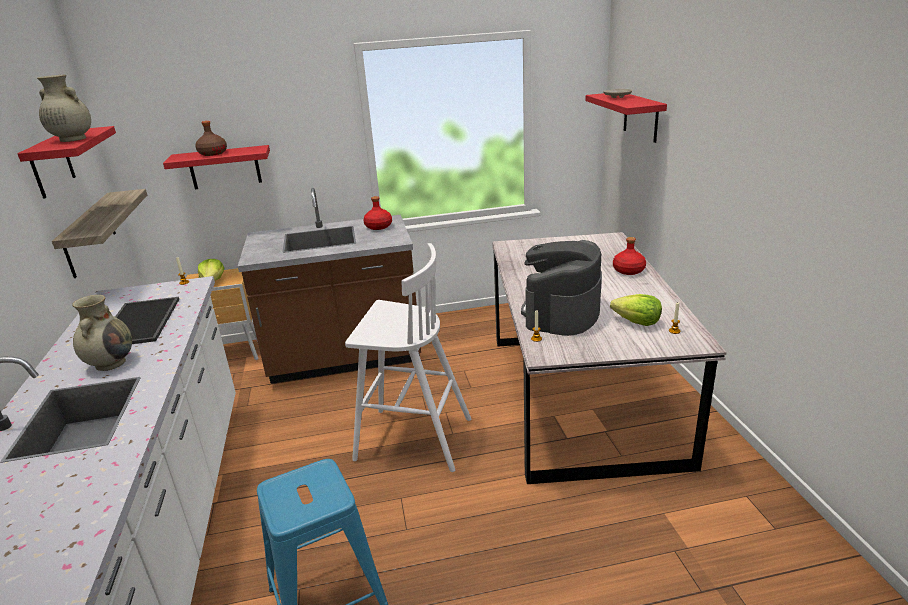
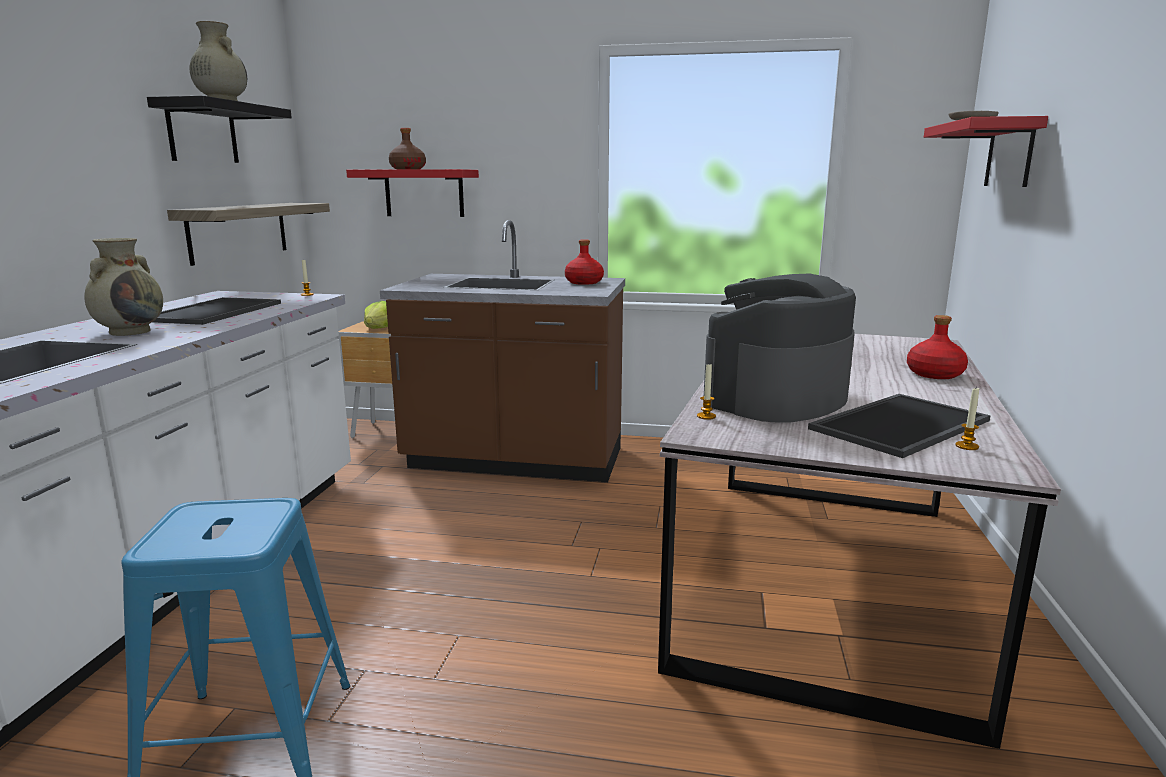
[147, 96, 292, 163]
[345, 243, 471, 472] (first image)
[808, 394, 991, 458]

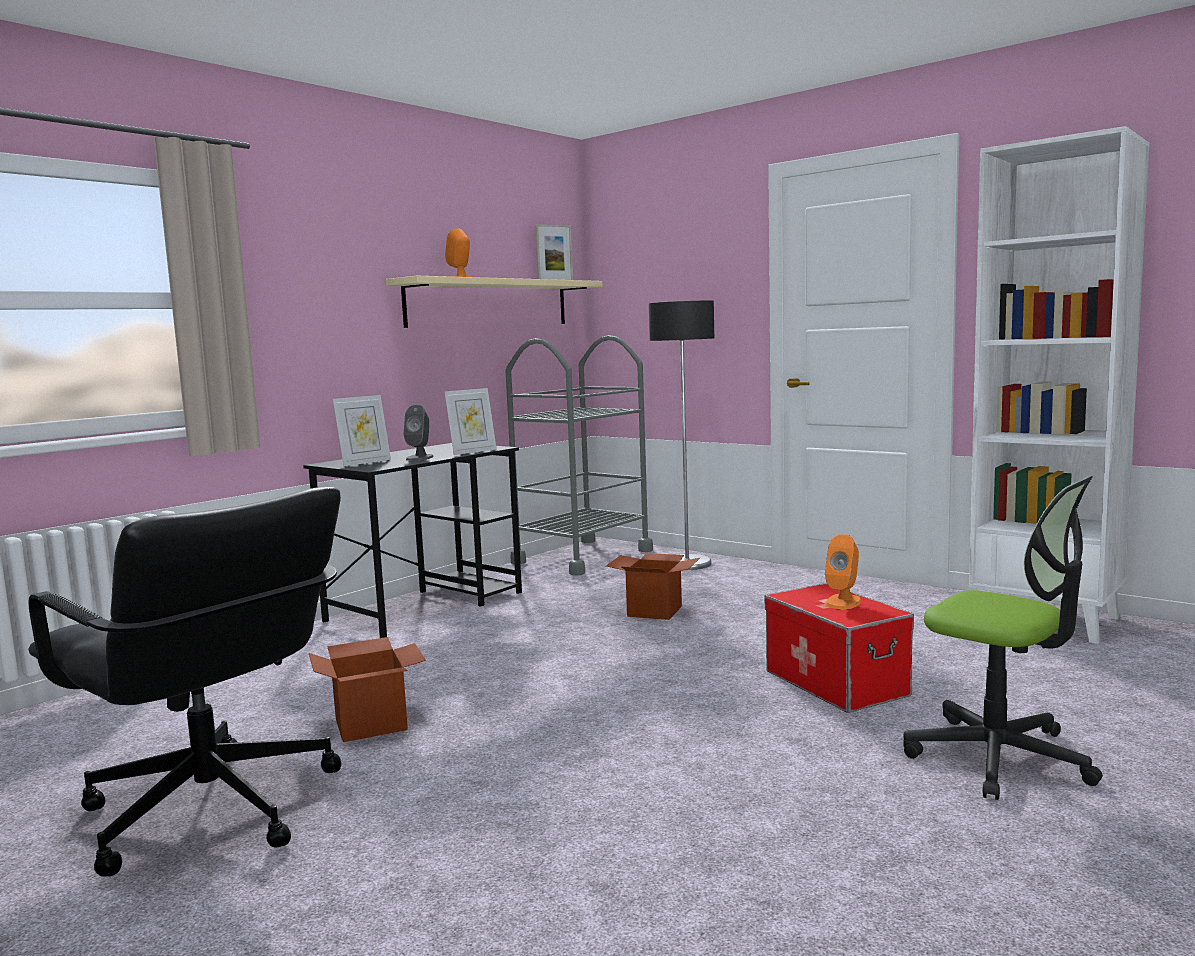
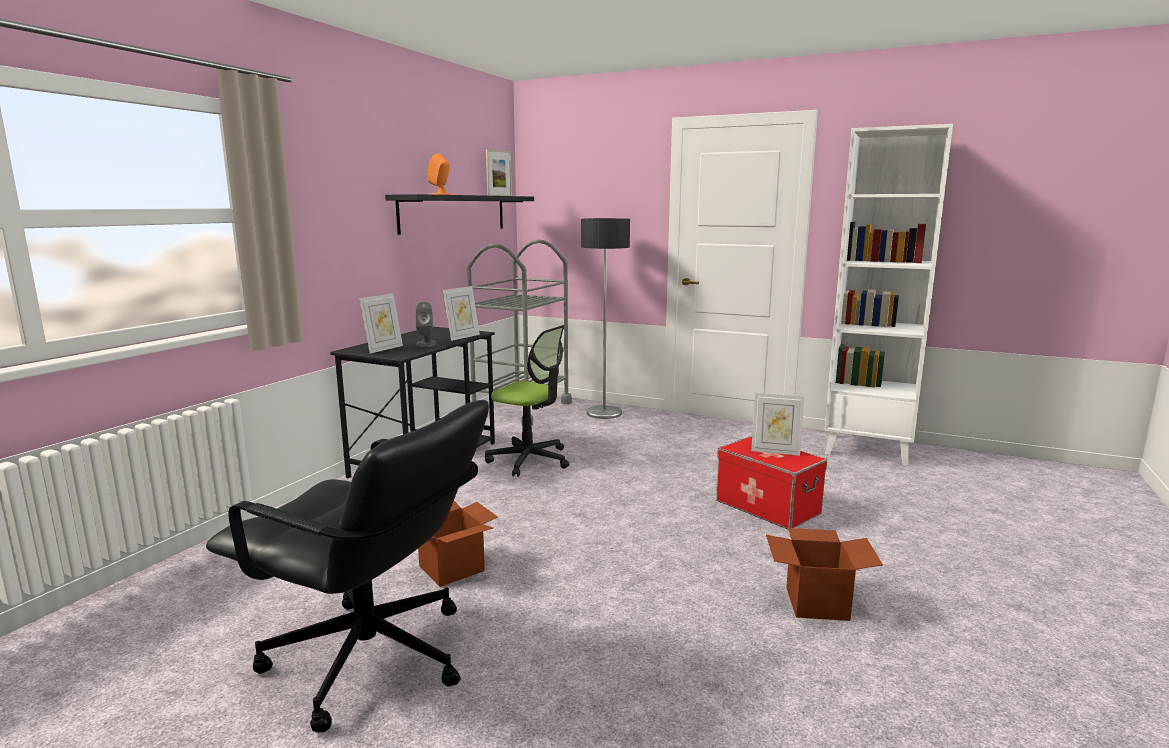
[385, 194, 534, 235]
[766, 528, 883, 621]
[751, 393, 804, 456]
[485, 325, 569, 477]

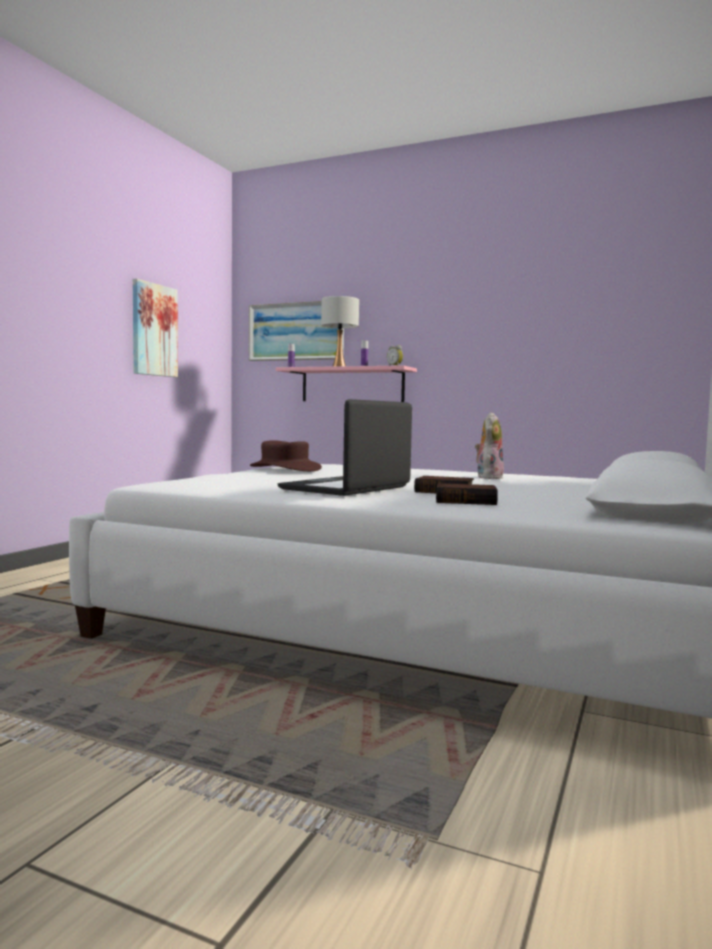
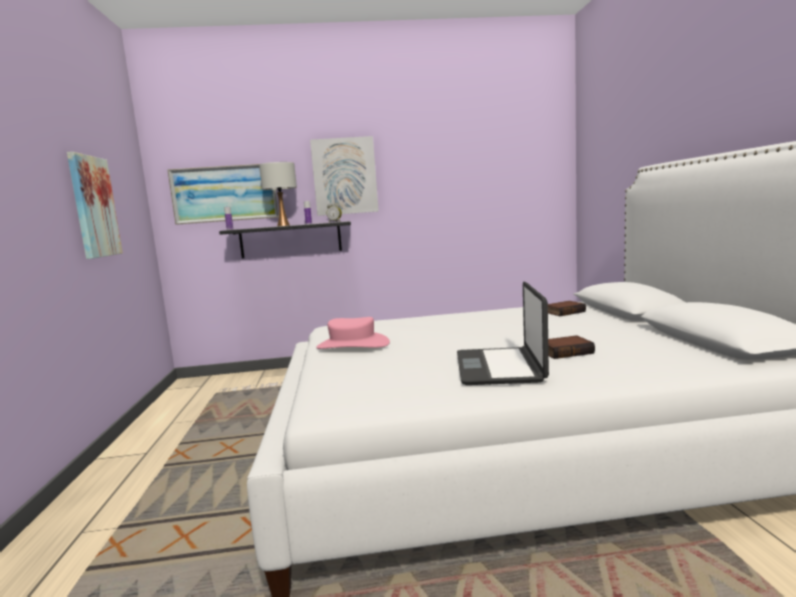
[316, 317, 390, 349]
[219, 221, 351, 258]
[548, 301, 586, 316]
[475, 412, 504, 479] (first image)
[310, 136, 379, 216]

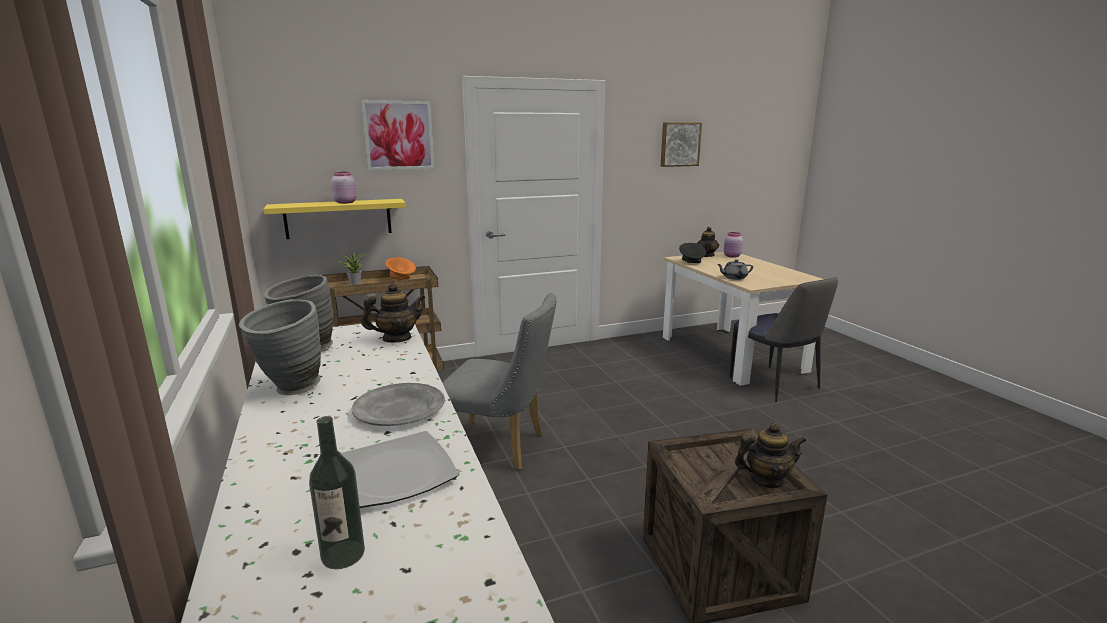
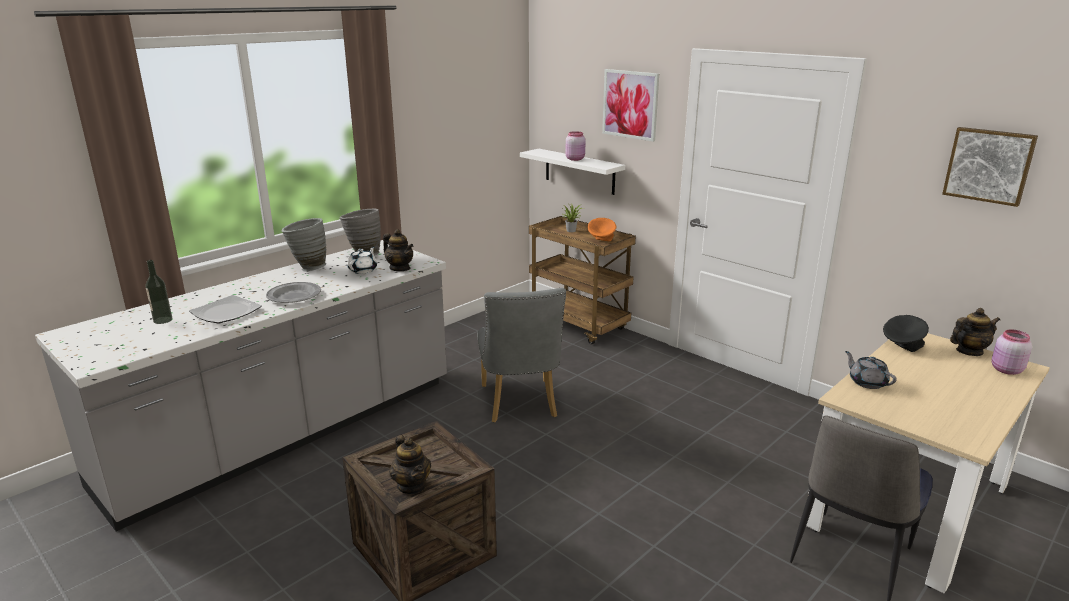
[520, 149, 625, 195]
[347, 246, 377, 274]

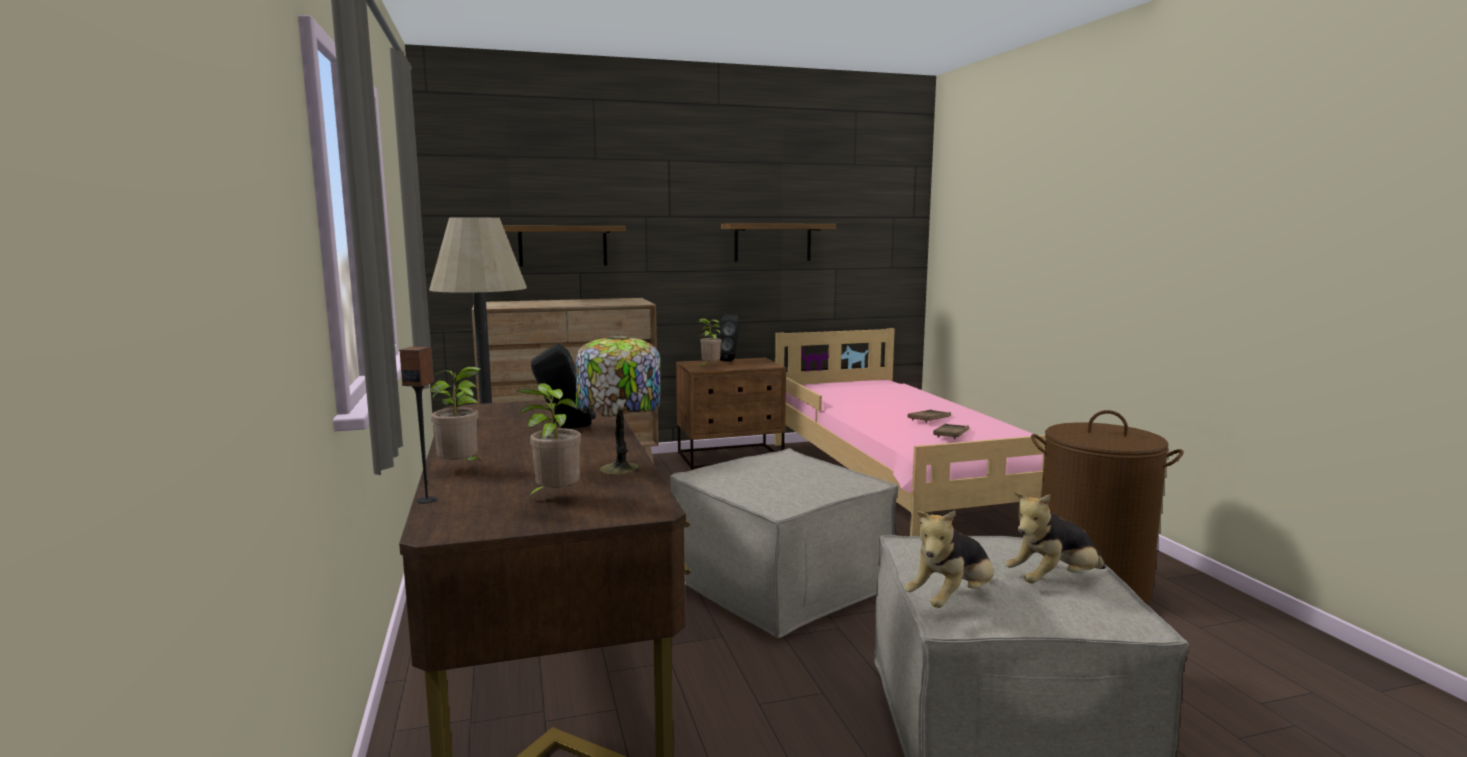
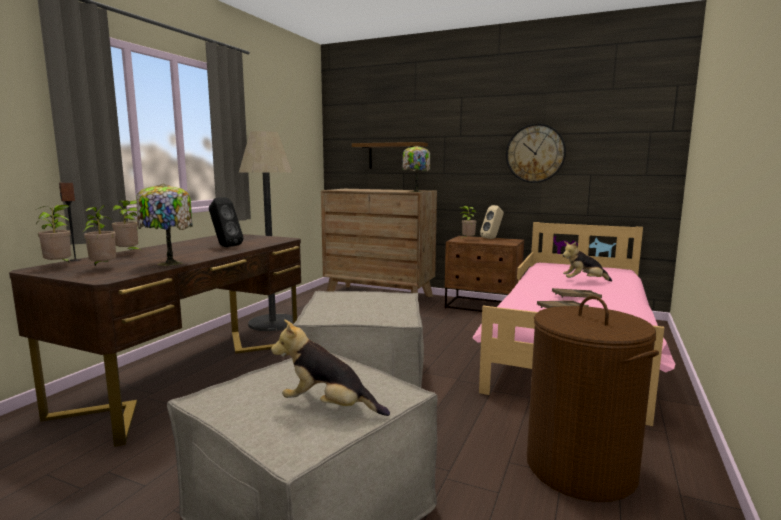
[480, 205, 504, 239]
[506, 124, 566, 183]
[562, 241, 612, 281]
[36, 205, 71, 263]
[402, 146, 430, 192]

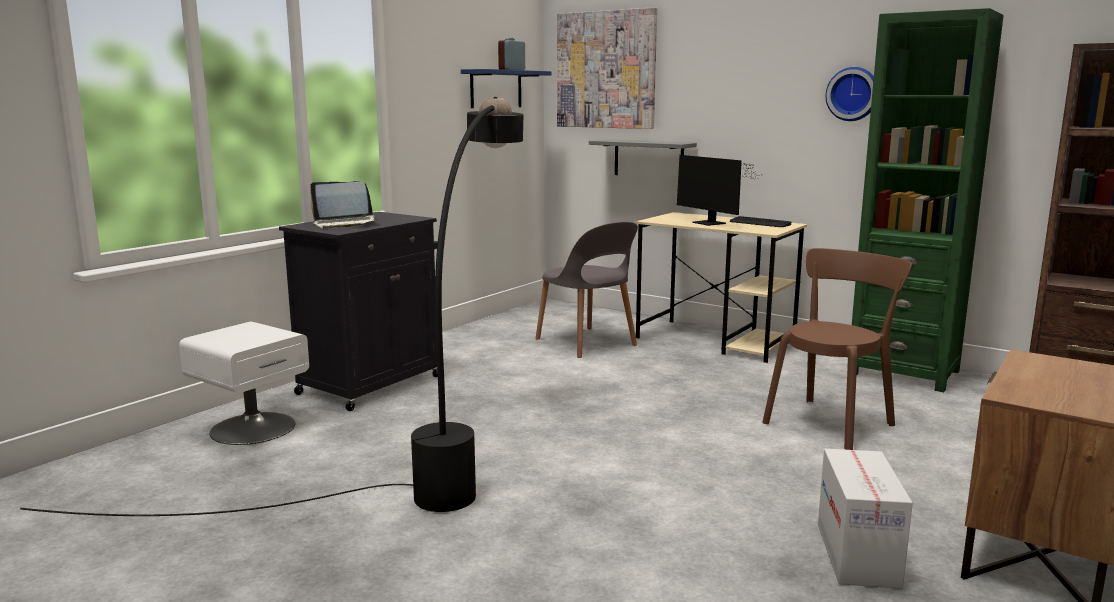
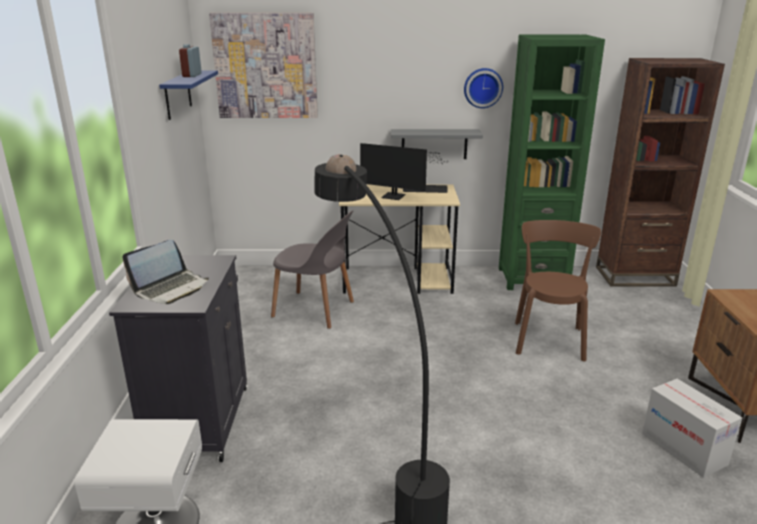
[391, 129, 483, 159]

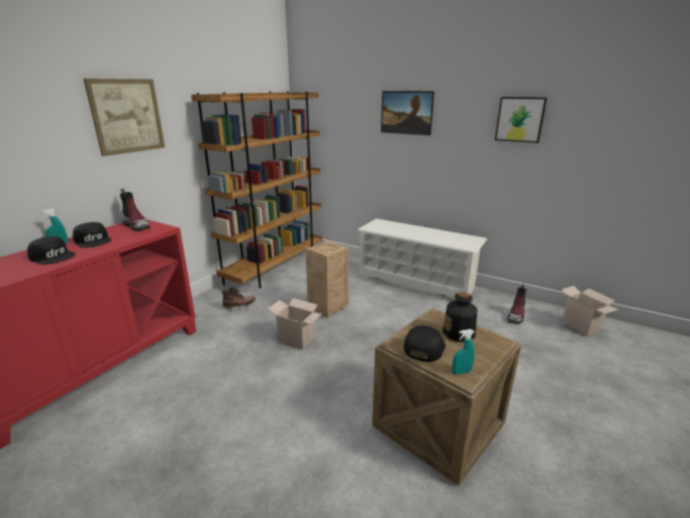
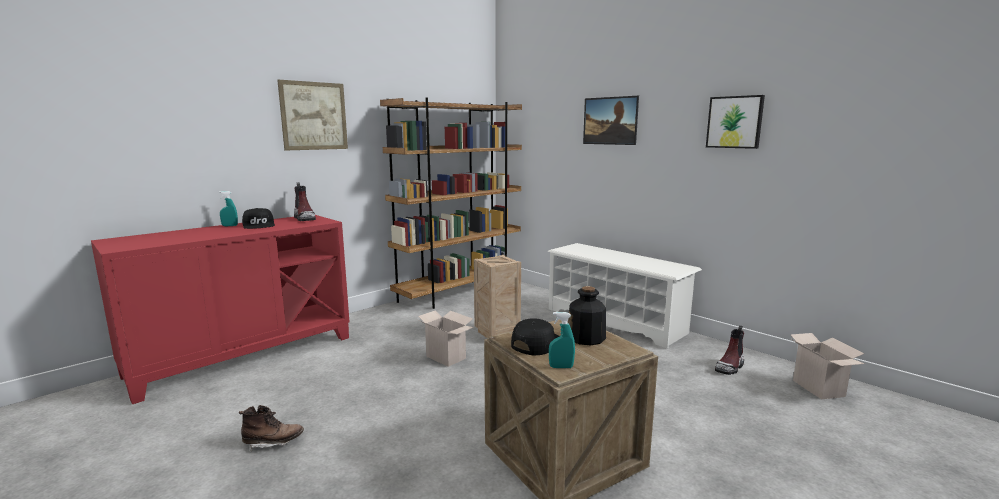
[27, 236, 75, 264] (first image)
[239, 405, 304, 451]

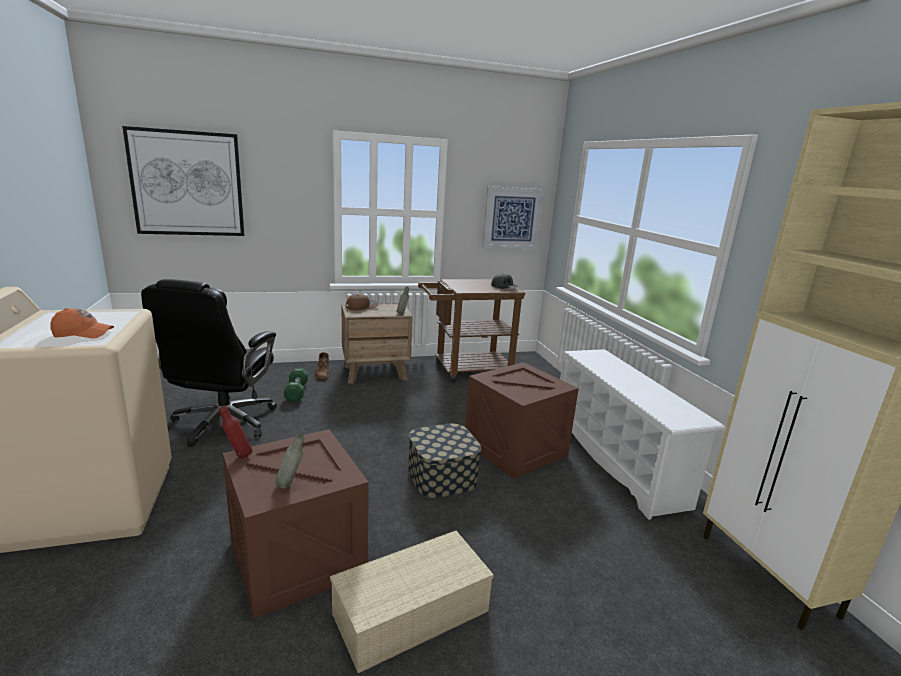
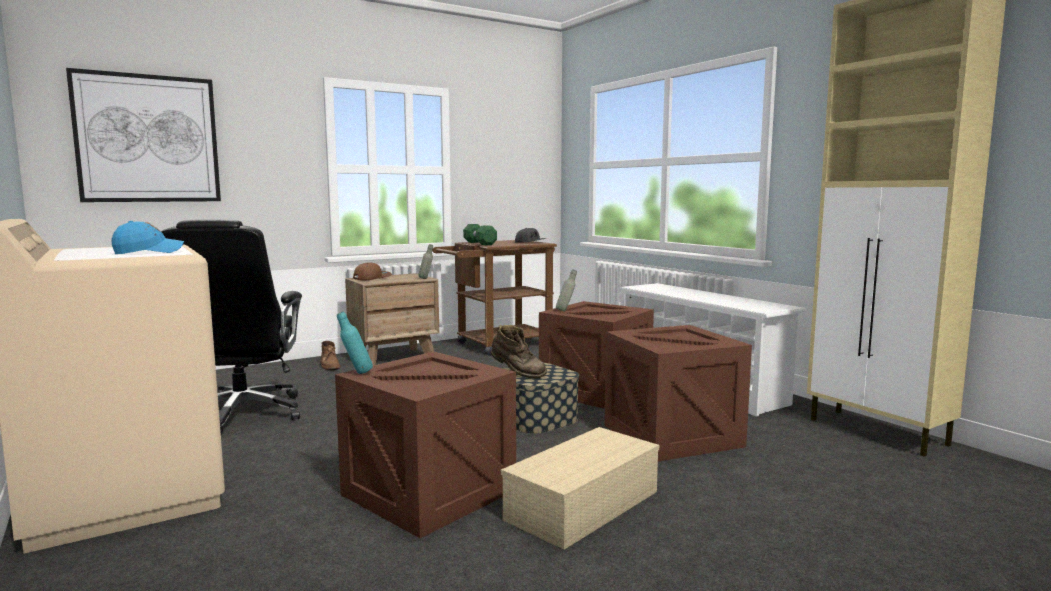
[112, 221, 184, 254]
[337, 312, 373, 374]
[556, 269, 577, 312]
[463, 224, 497, 245]
[482, 186, 544, 249] (first image)
[491, 325, 547, 379]
[604, 325, 752, 461]

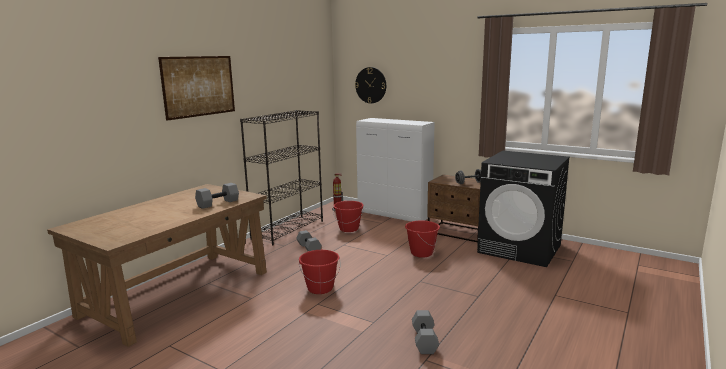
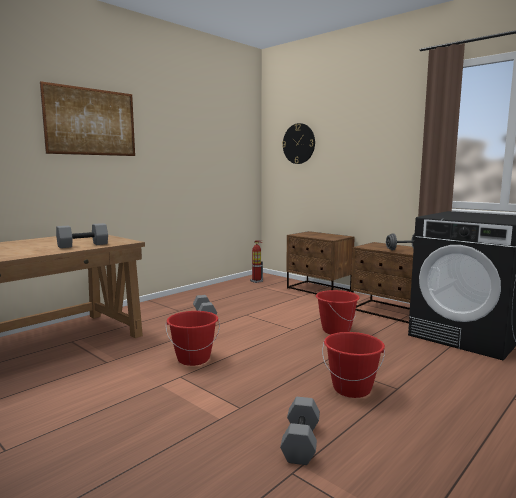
[240, 110, 323, 245] (first image)
[322, 332, 385, 398]
[286, 231, 355, 294]

